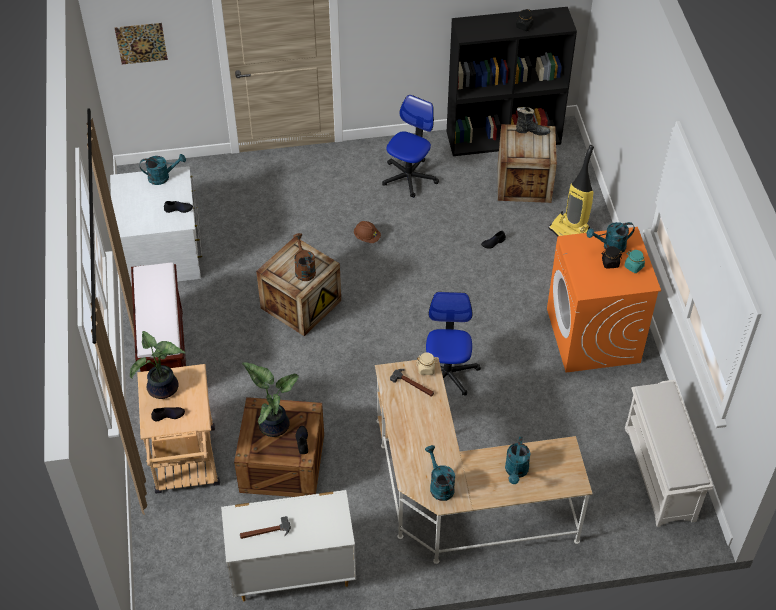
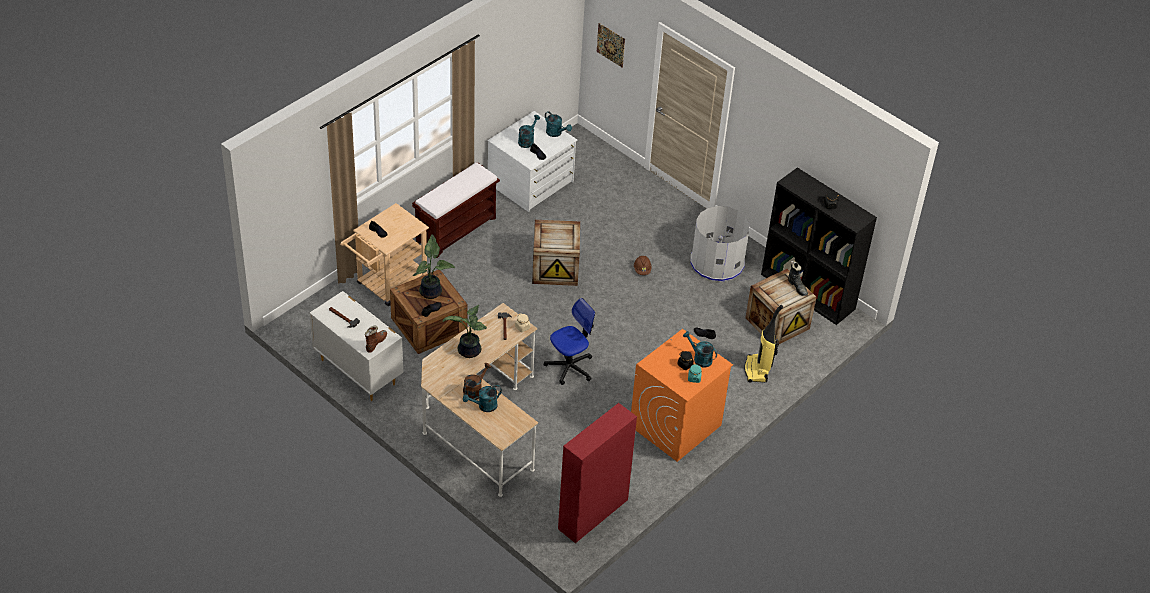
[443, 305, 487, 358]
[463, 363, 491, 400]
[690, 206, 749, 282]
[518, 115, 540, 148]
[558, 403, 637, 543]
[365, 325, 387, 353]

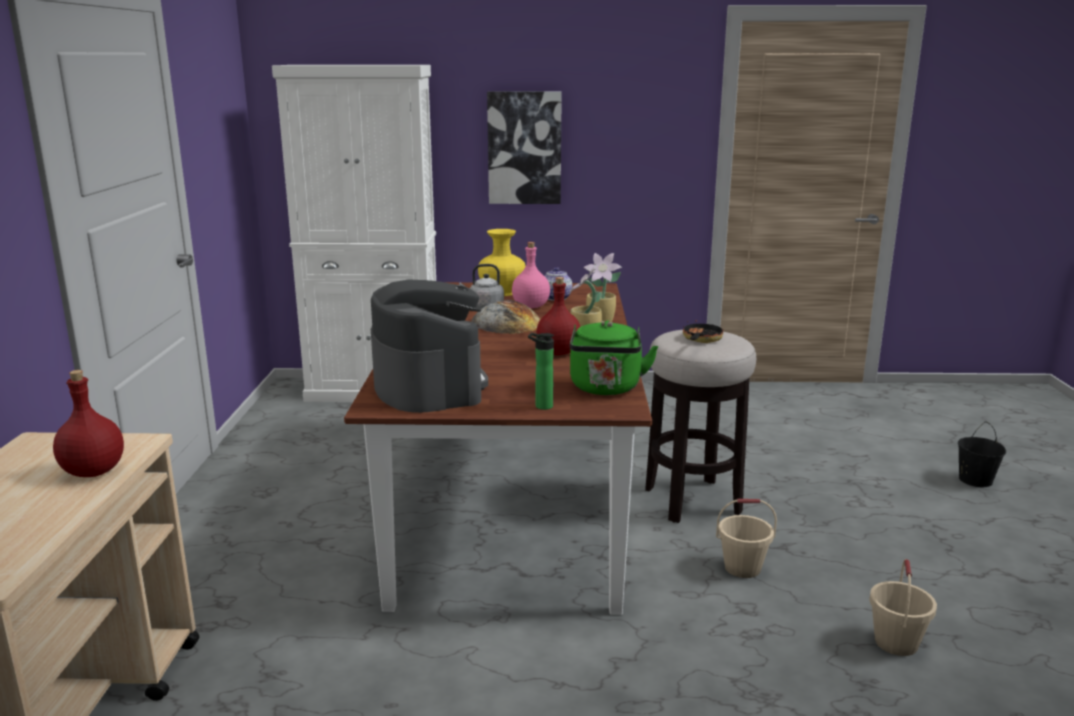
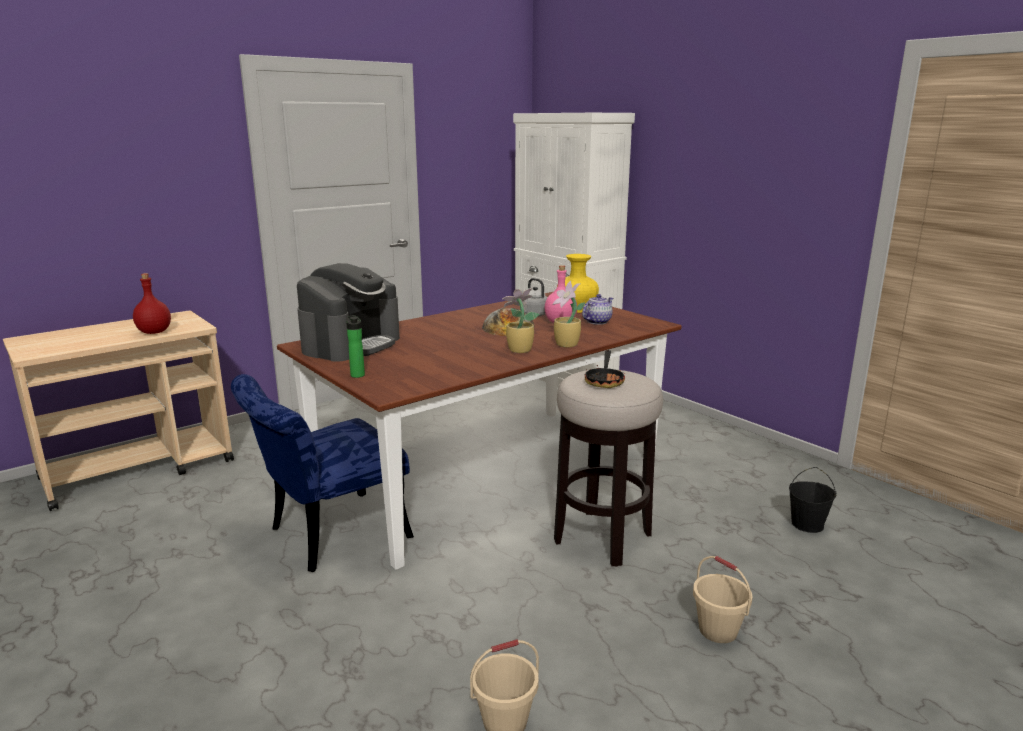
[487, 91, 562, 204] (first image)
[536, 277, 580, 355] (first image)
[570, 320, 658, 395] (first image)
[585, 350, 626, 388]
[693, 556, 753, 643]
[789, 467, 836, 533]
[231, 374, 414, 572]

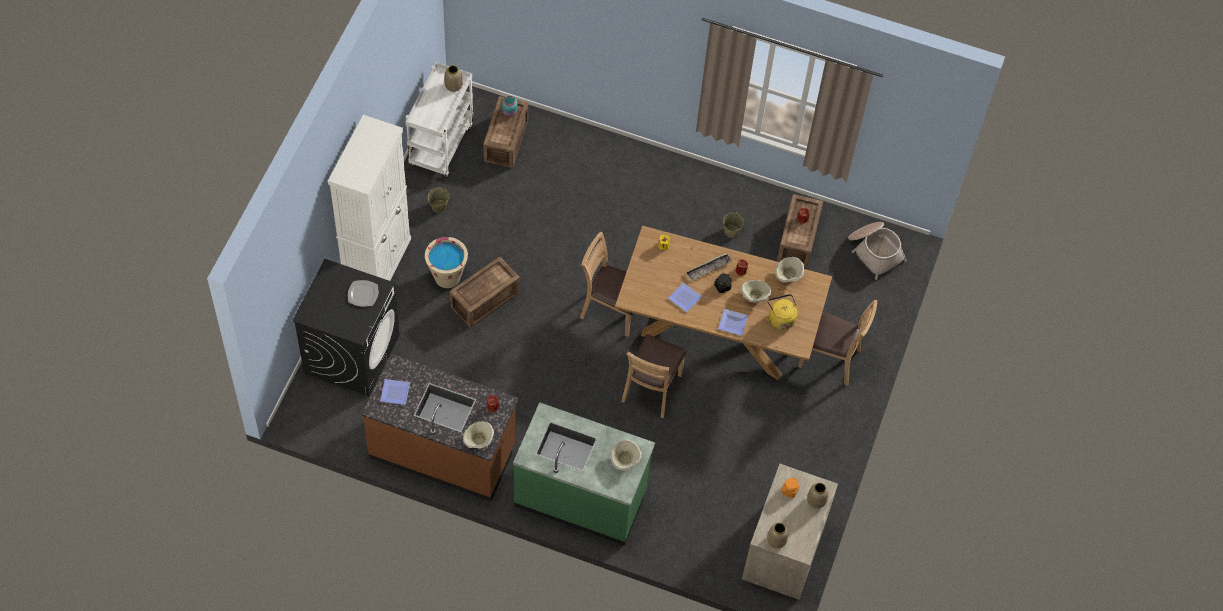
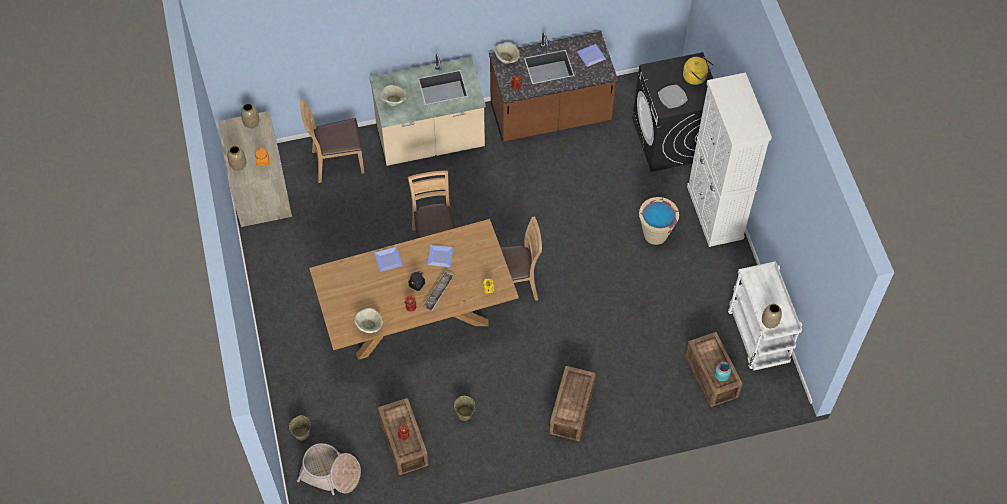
[289, 415, 311, 440]
[549, 366, 596, 441]
[369, 54, 486, 166]
[741, 280, 771, 303] (first image)
[683, 57, 714, 85]
[300, 99, 365, 183]

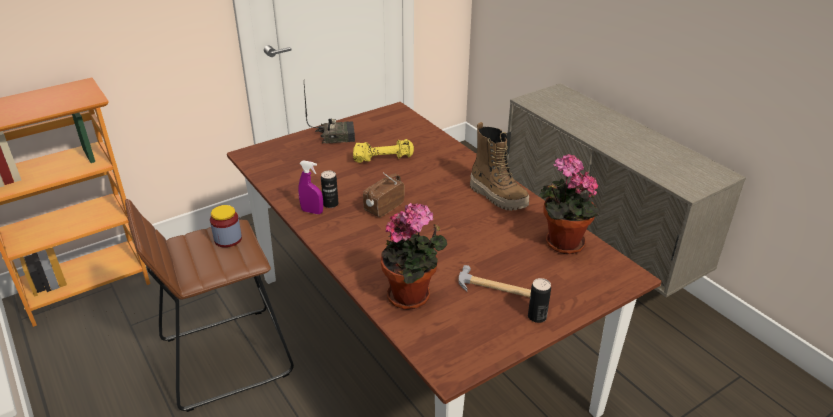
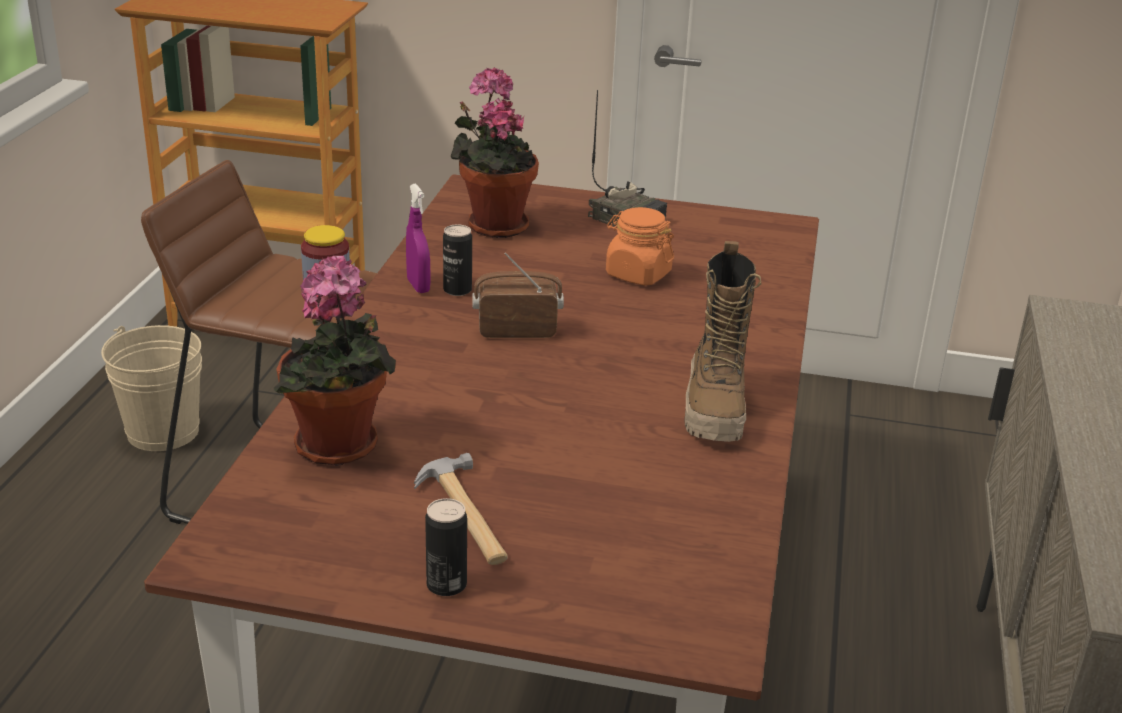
[606, 207, 674, 285]
[451, 68, 539, 238]
[101, 325, 202, 451]

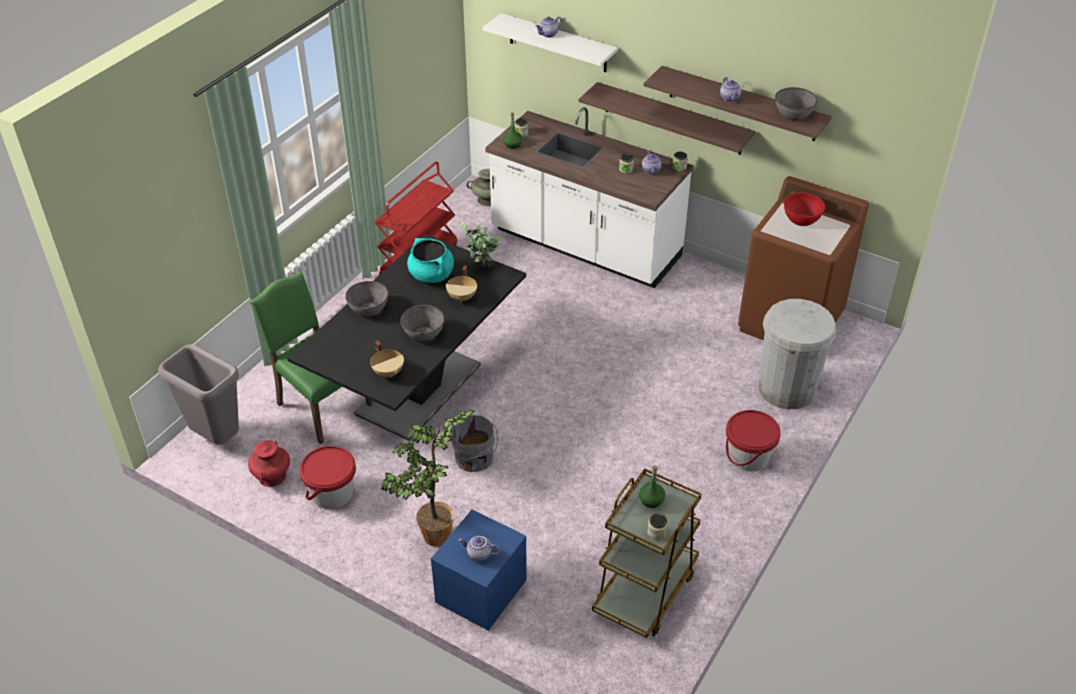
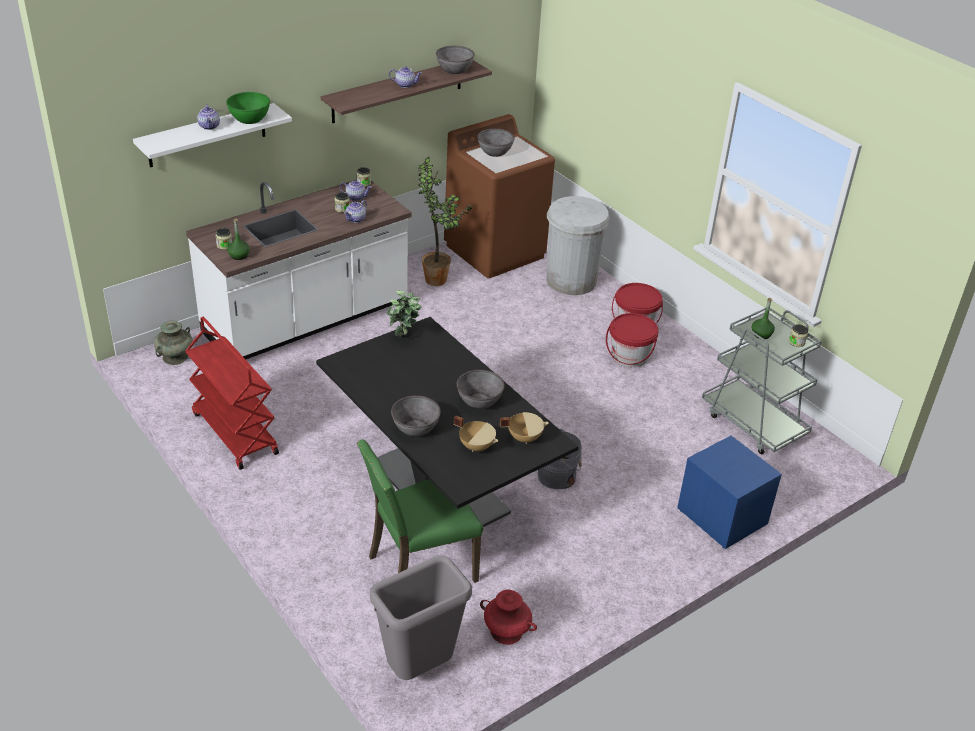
[606, 313, 659, 367]
[418, 157, 474, 286]
[407, 238, 454, 283] (first image)
[454, 416, 498, 452]
[344, 200, 367, 223]
[579, 82, 756, 155] (first image)
[702, 308, 822, 454]
[477, 129, 514, 157]
[226, 92, 270, 124]

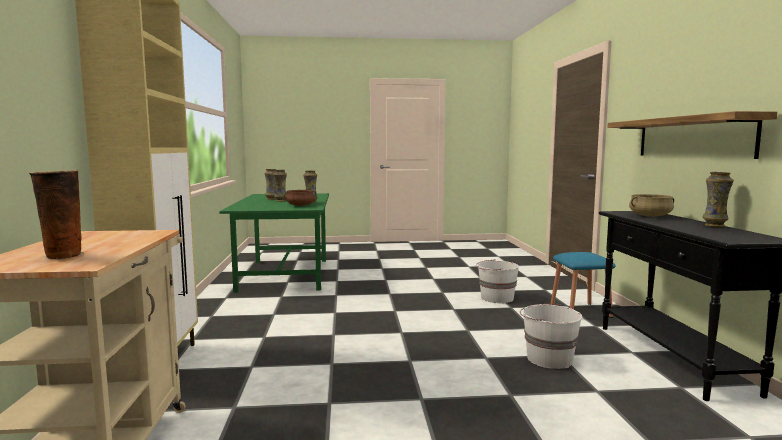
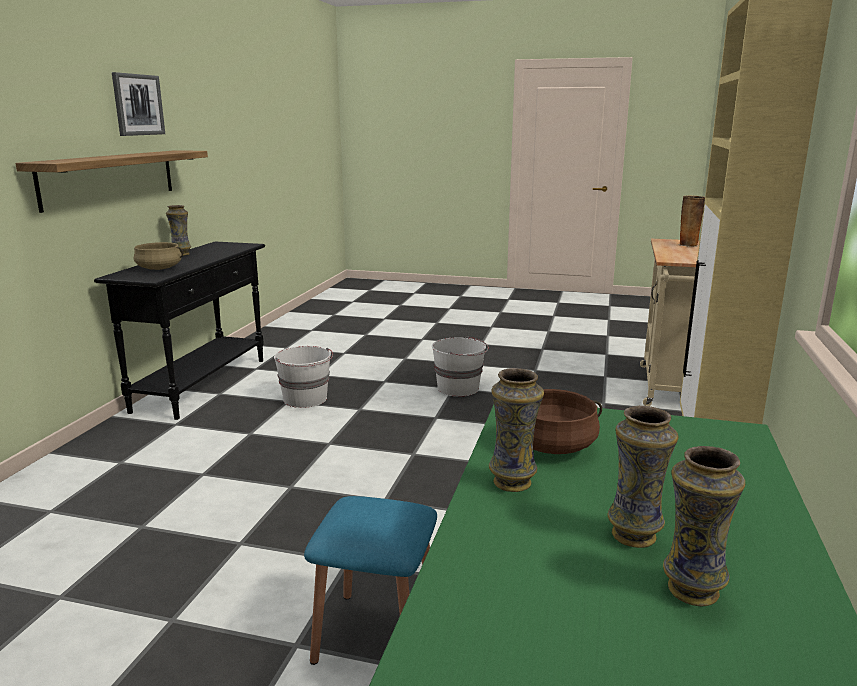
[432, 336, 489, 397]
[304, 496, 437, 665]
[112, 72, 165, 136]

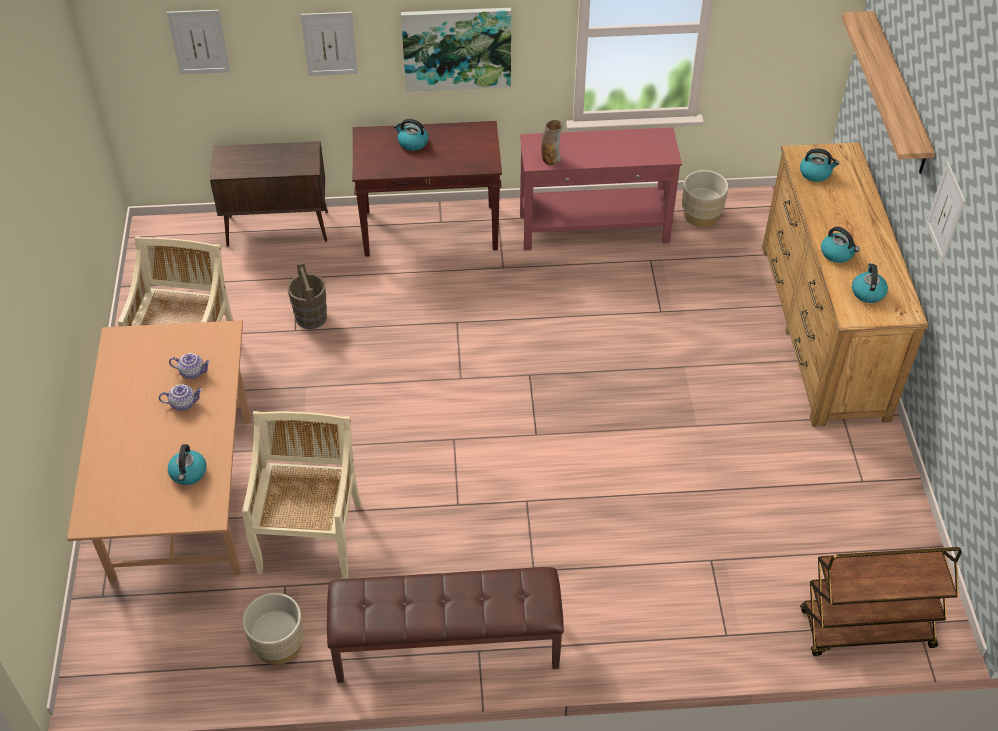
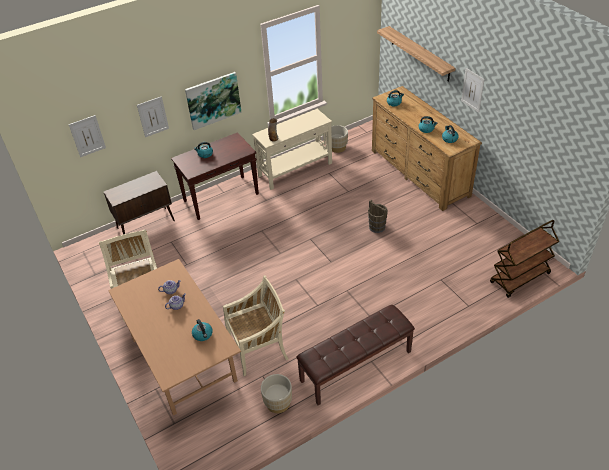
[223, 275, 288, 376]
[368, 199, 388, 233]
[252, 109, 332, 190]

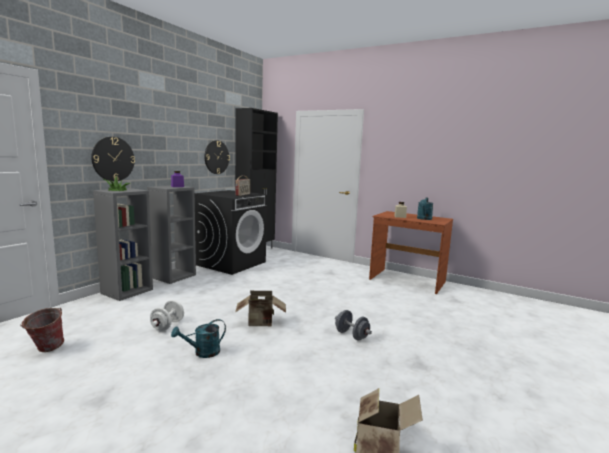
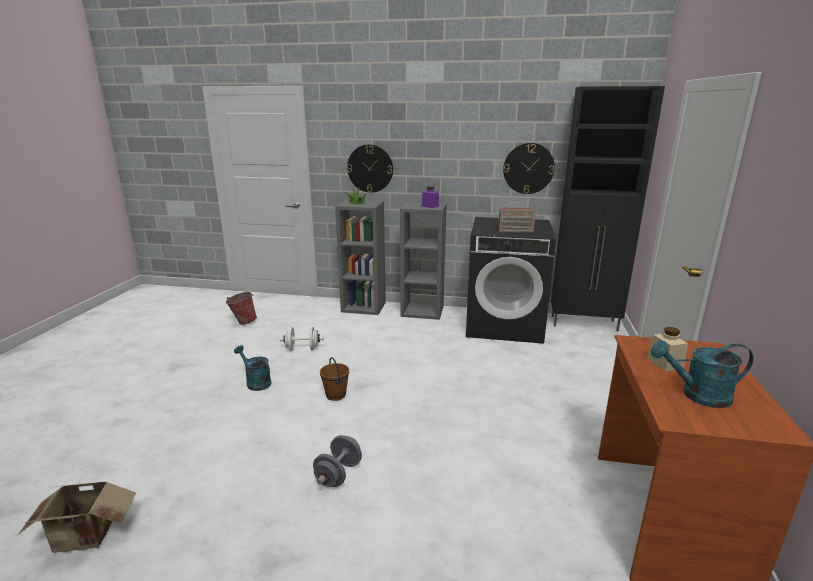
[320, 357, 349, 401]

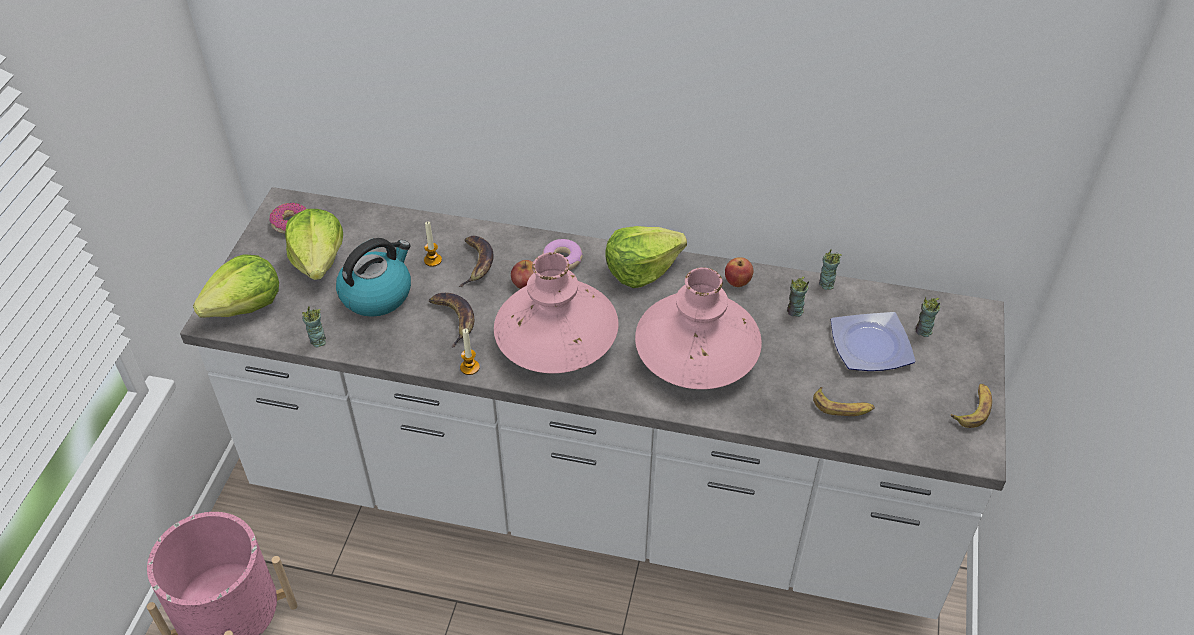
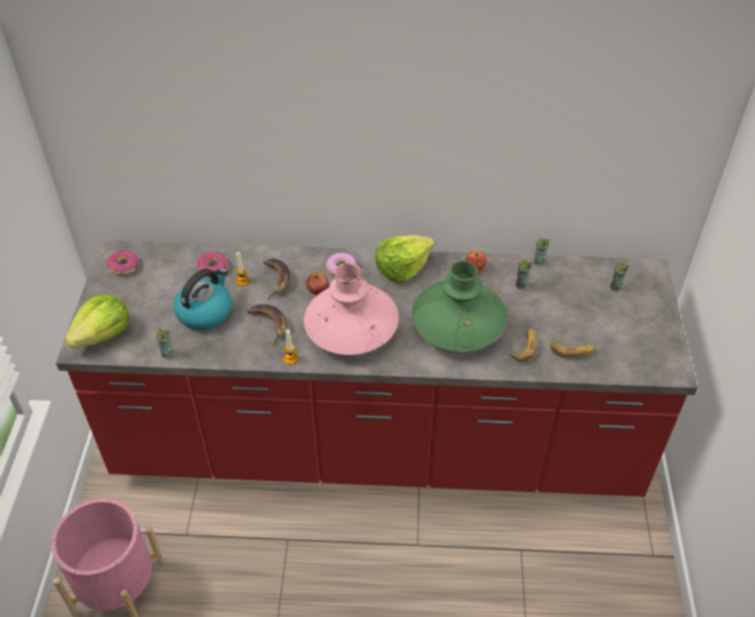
[56, 240, 698, 497]
[285, 209, 343, 280] (first image)
[412, 260, 507, 352]
[831, 312, 915, 371] (first image)
[509, 328, 537, 362]
[196, 252, 227, 276]

